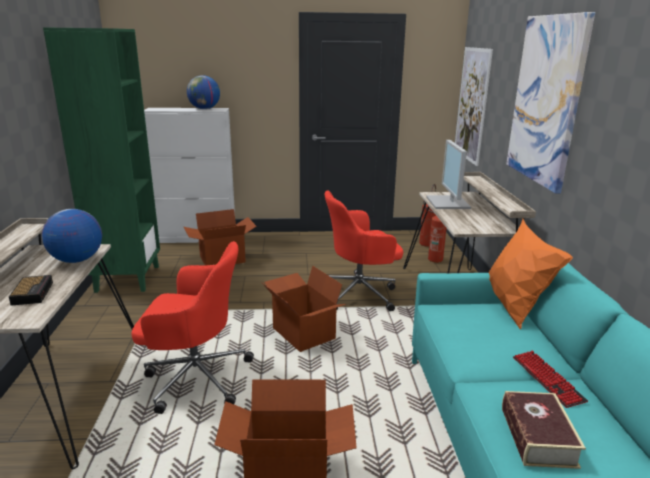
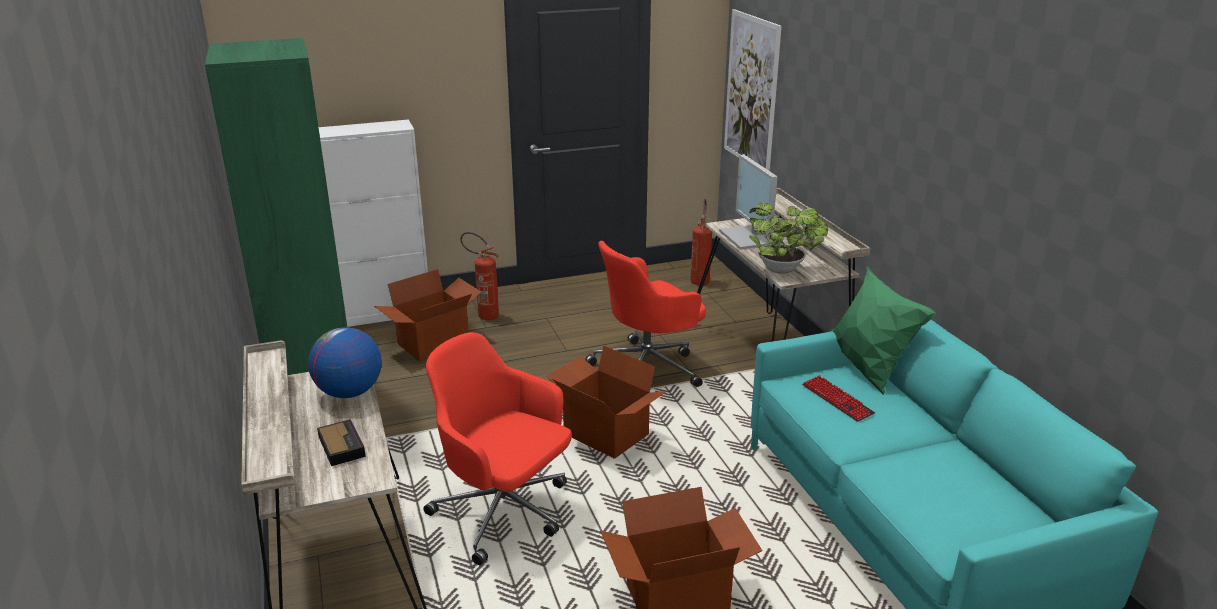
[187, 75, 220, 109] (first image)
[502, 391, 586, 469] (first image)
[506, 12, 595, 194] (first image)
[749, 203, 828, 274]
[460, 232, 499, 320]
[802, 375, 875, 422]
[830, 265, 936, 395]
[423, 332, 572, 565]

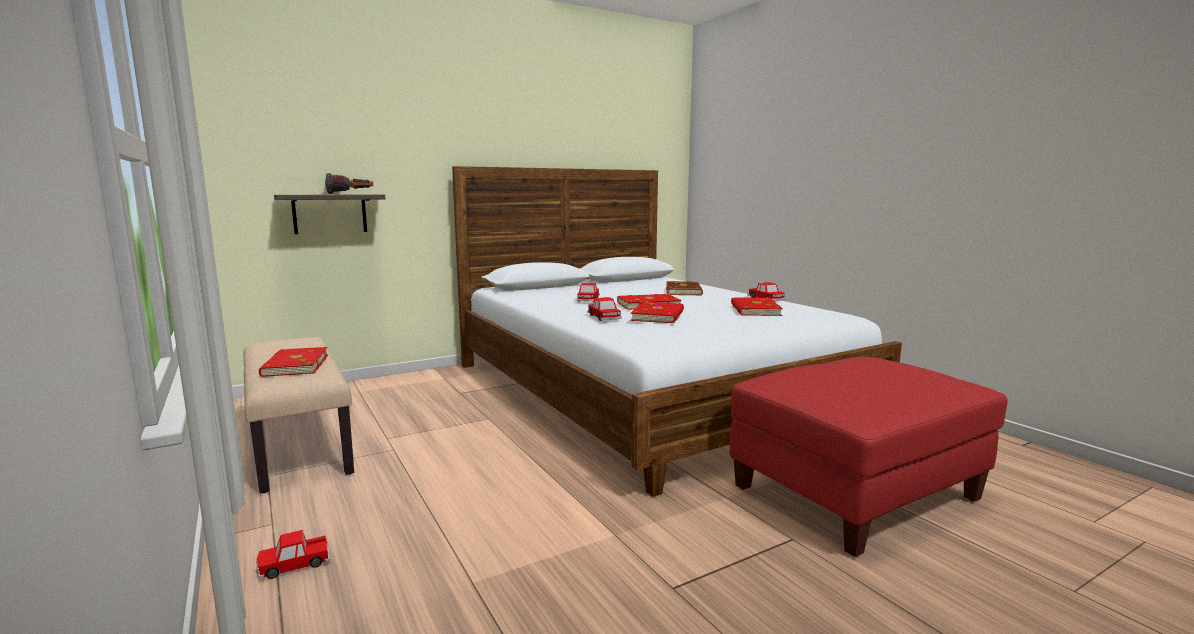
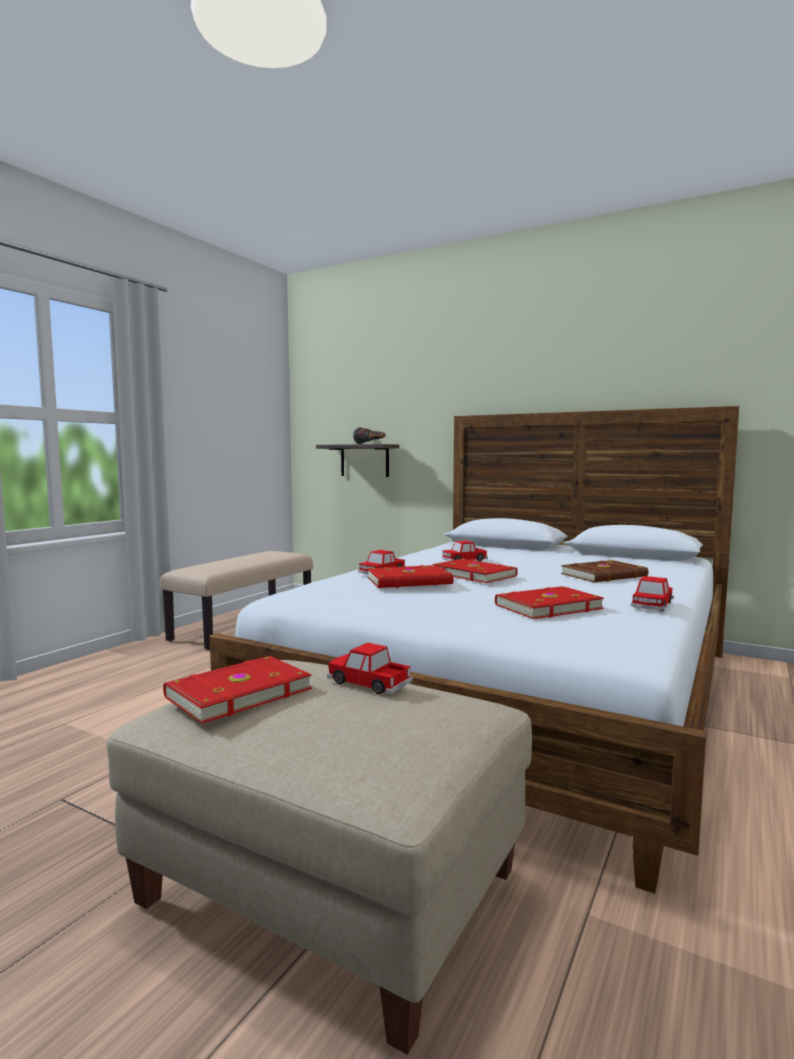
[327, 643, 413, 694]
[163, 656, 312, 724]
[107, 660, 532, 1055]

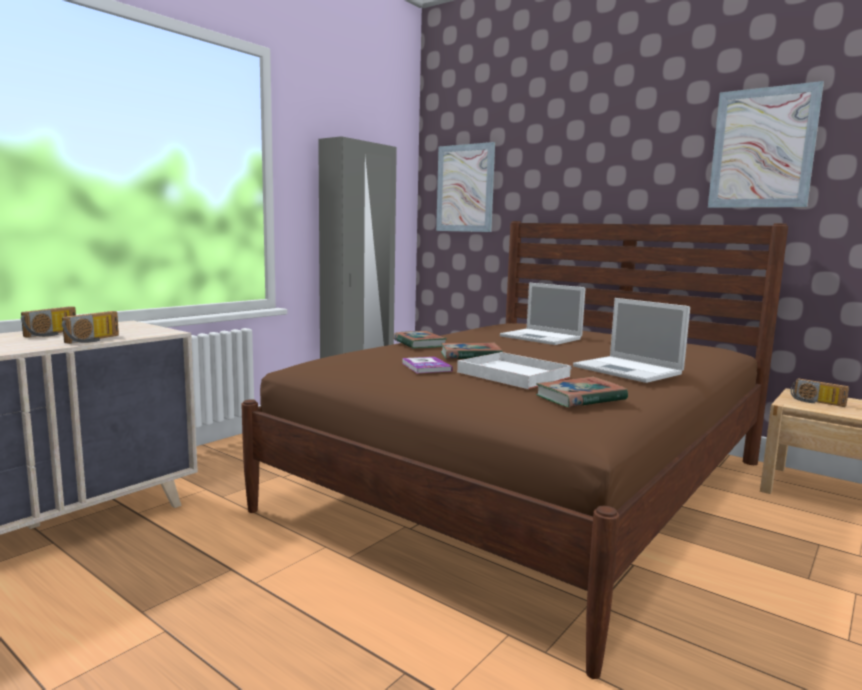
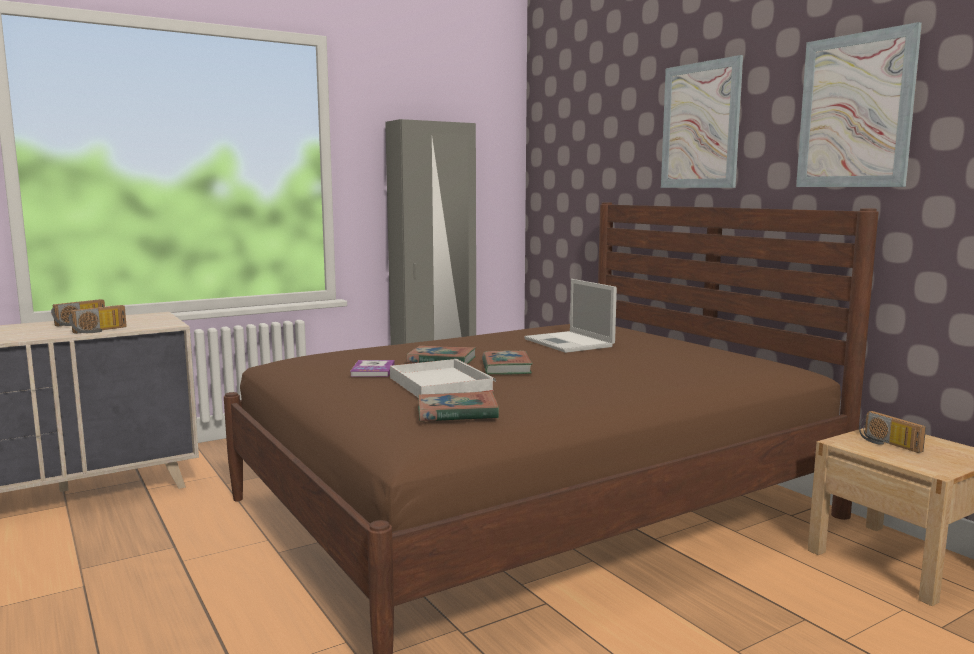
[573, 298, 690, 383] (first image)
[482, 351, 533, 374]
[661, 55, 743, 188]

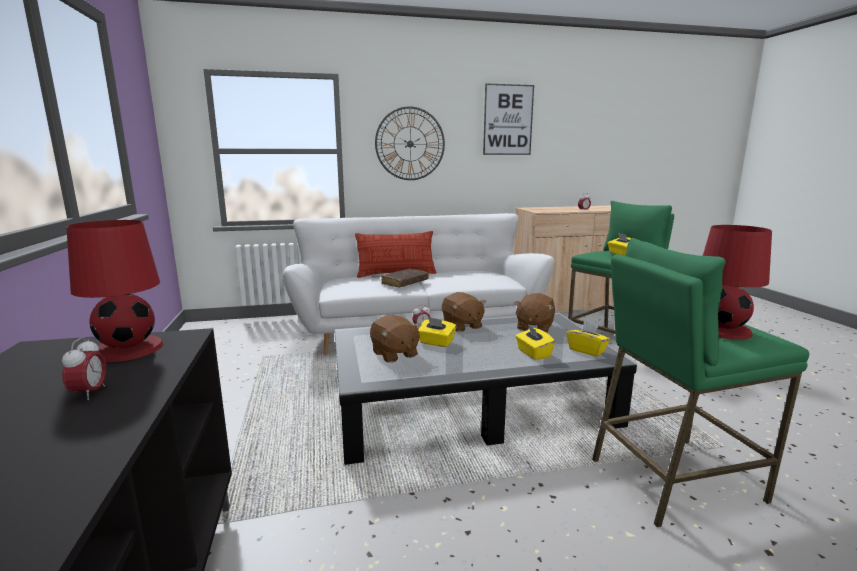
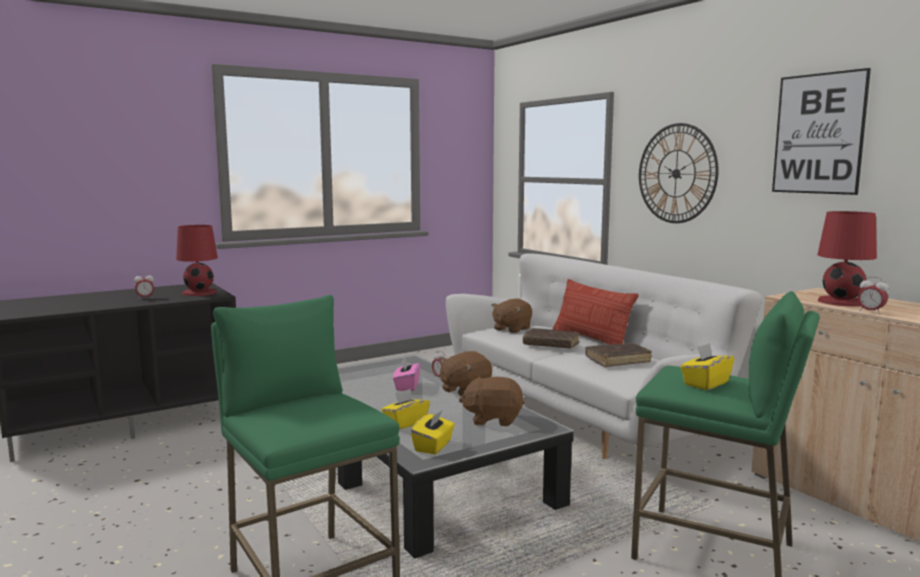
[586, 343, 652, 367]
[492, 299, 532, 333]
[817, 211, 877, 307]
[393, 357, 420, 391]

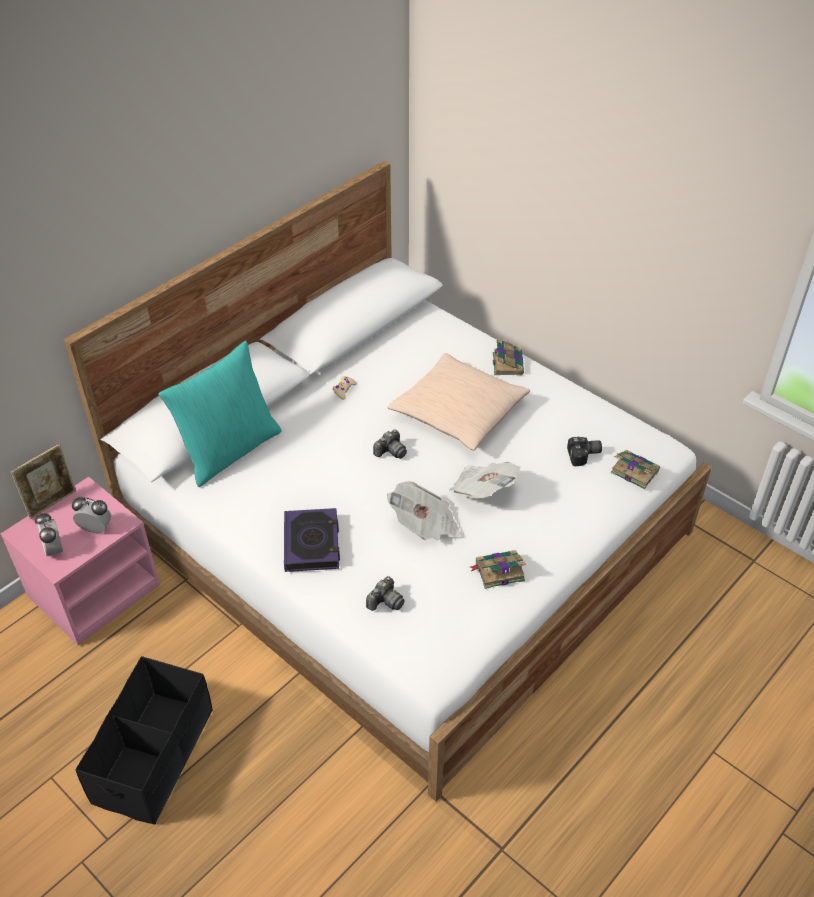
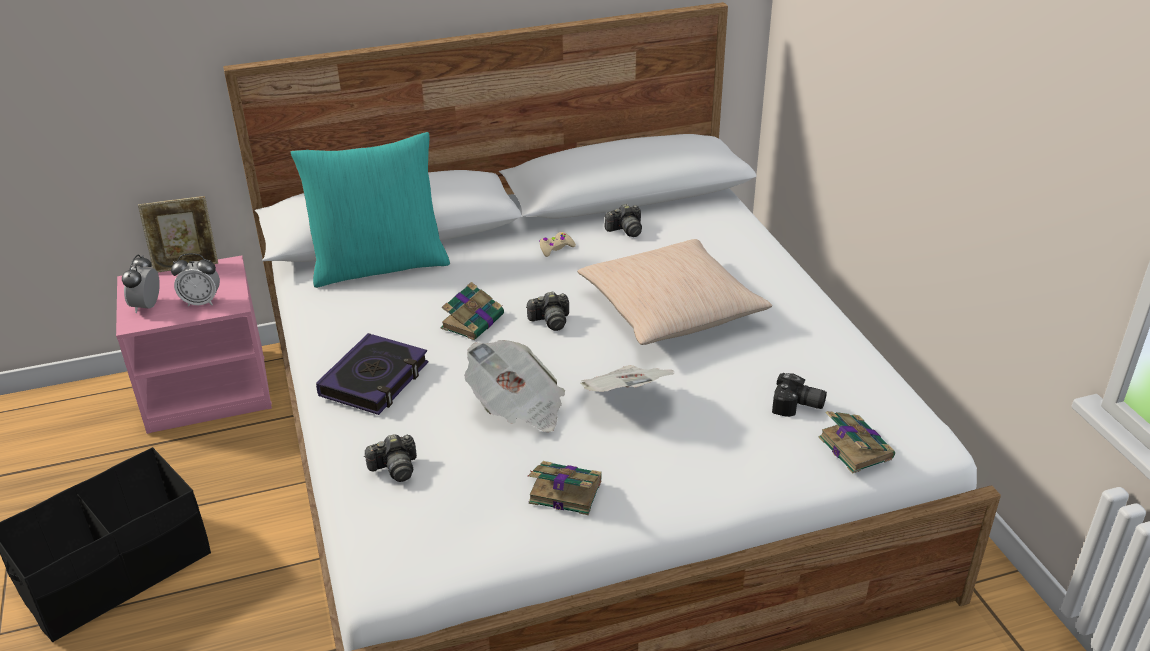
[605, 204, 642, 237]
[441, 282, 504, 340]
[171, 253, 220, 307]

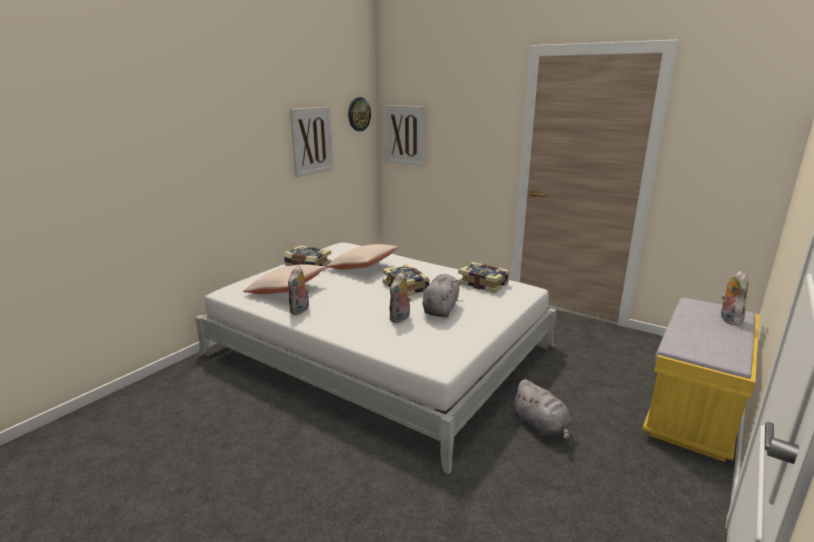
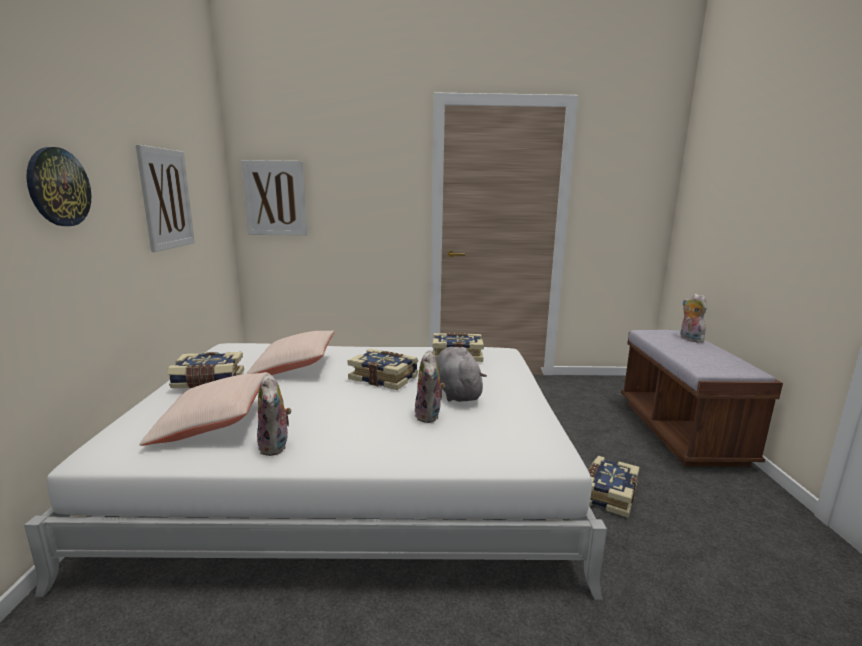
[26, 147, 91, 226]
[588, 456, 639, 518]
[621, 330, 783, 467]

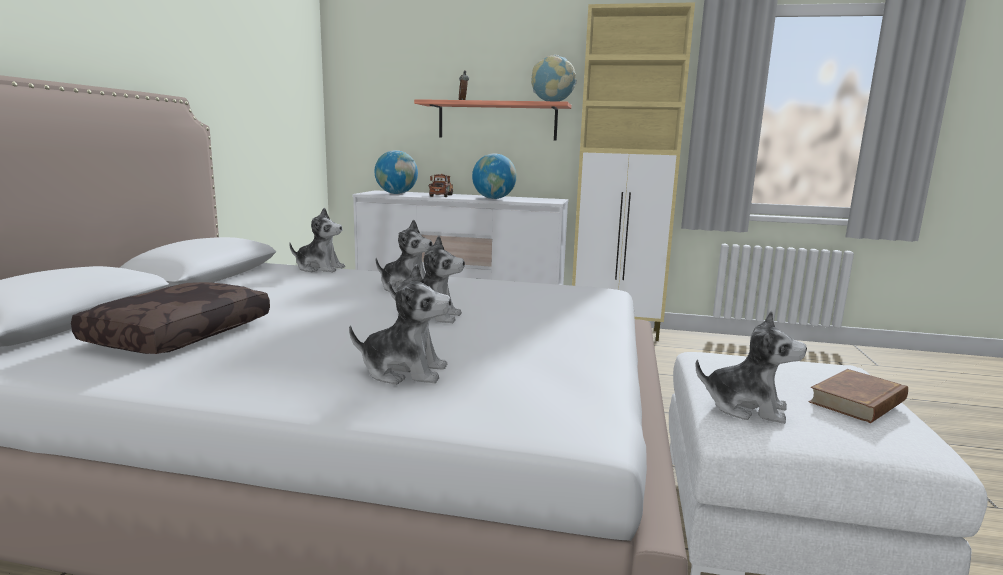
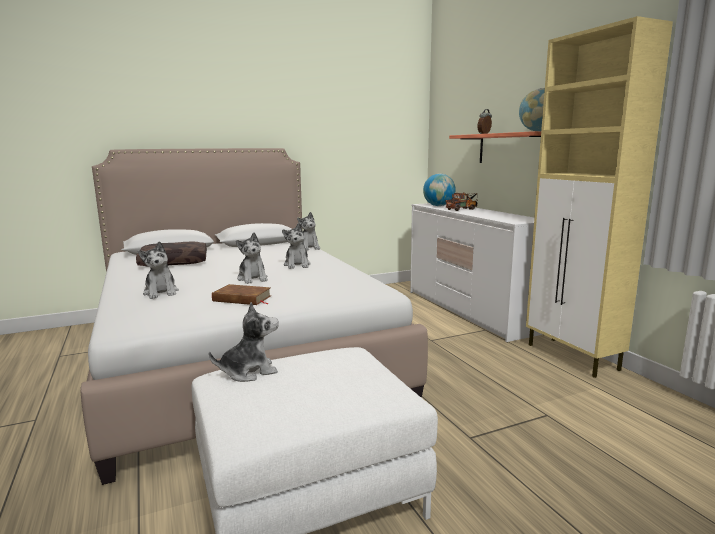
[472, 153, 517, 199] (first image)
[212, 284, 271, 305]
[209, 302, 279, 382]

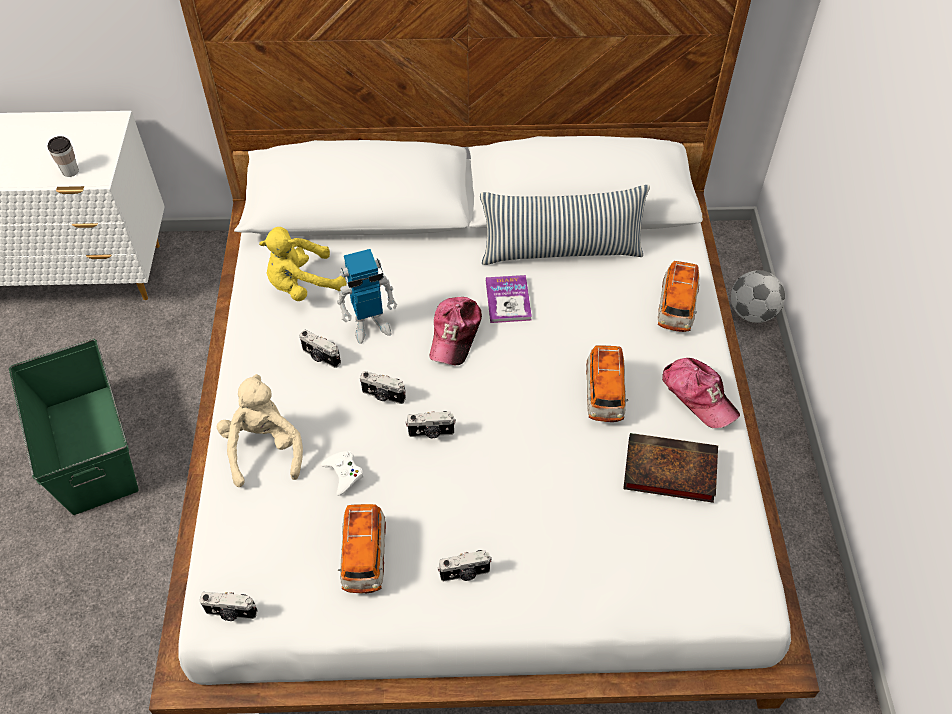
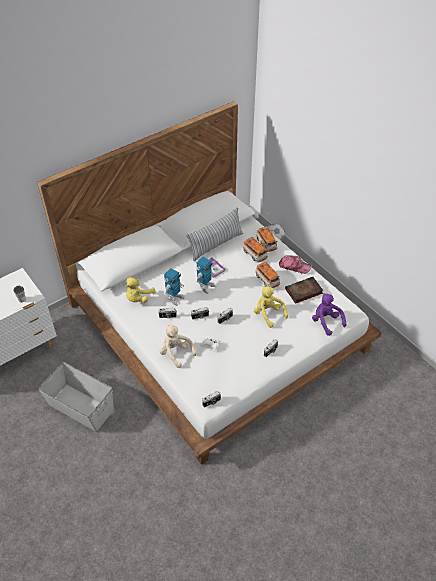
[254, 286, 288, 328]
[312, 293, 347, 336]
[242, 237, 268, 262]
[196, 257, 216, 294]
[38, 362, 114, 432]

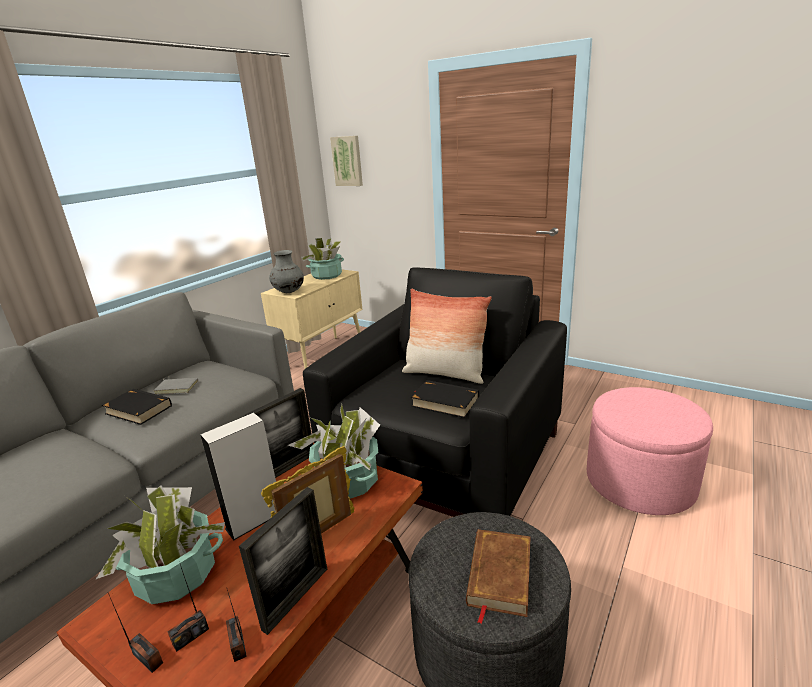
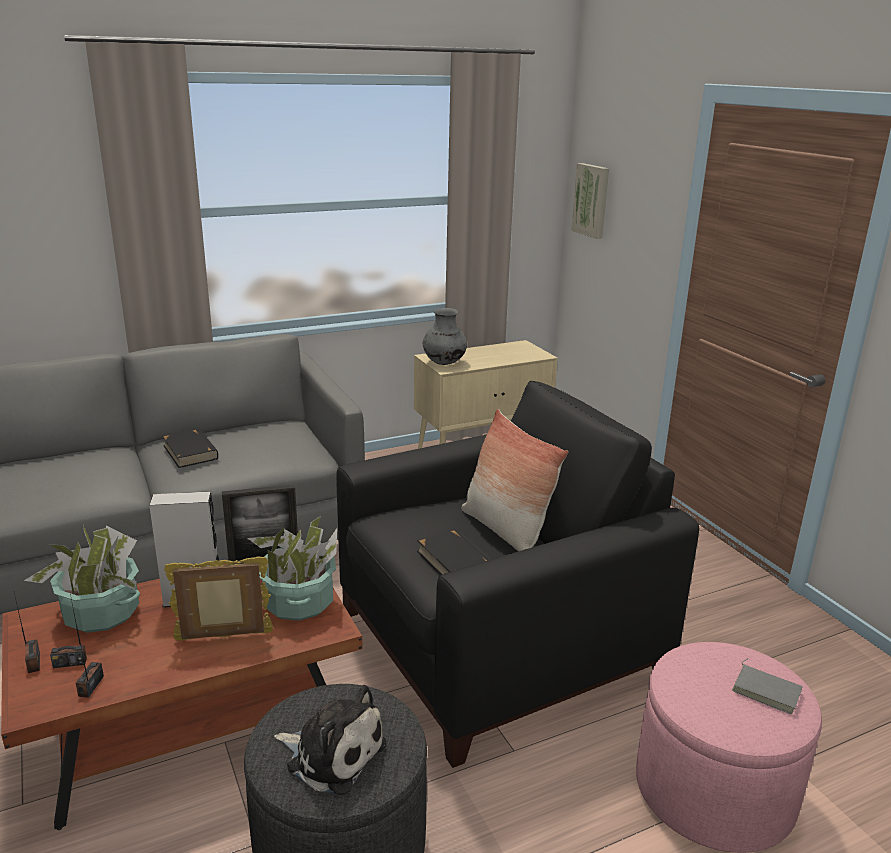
[239, 487, 327, 635] (first image)
[301, 238, 344, 280] (first image)
[732, 658, 803, 714]
[274, 685, 387, 795]

